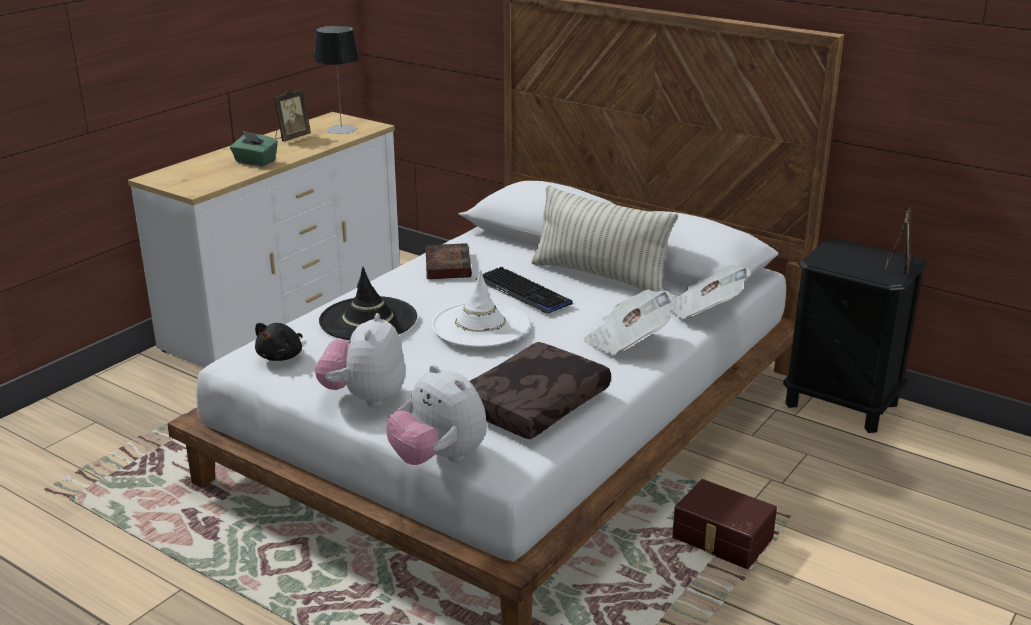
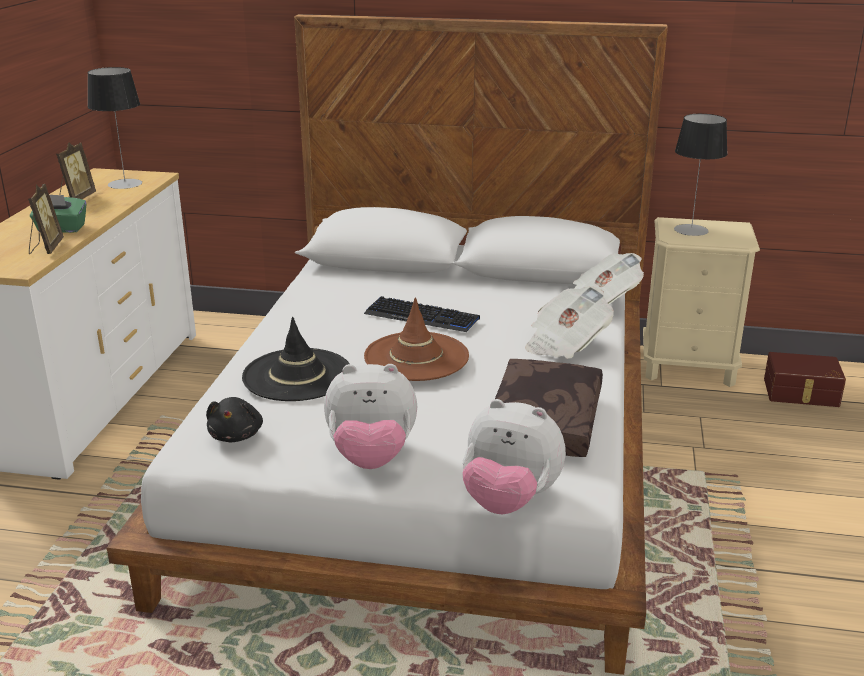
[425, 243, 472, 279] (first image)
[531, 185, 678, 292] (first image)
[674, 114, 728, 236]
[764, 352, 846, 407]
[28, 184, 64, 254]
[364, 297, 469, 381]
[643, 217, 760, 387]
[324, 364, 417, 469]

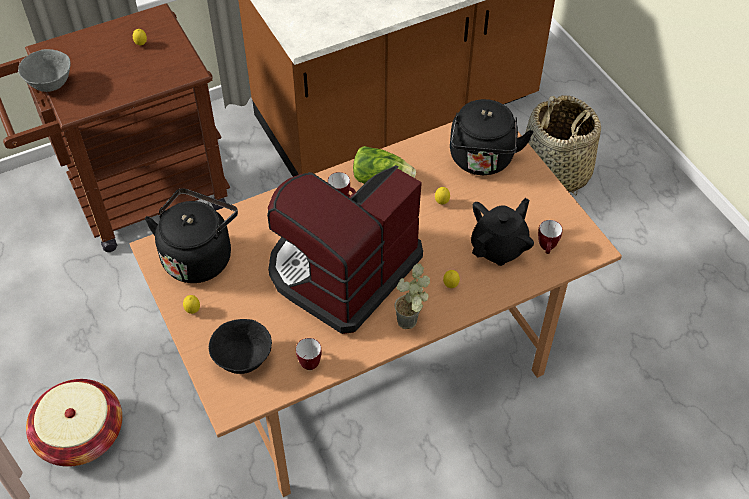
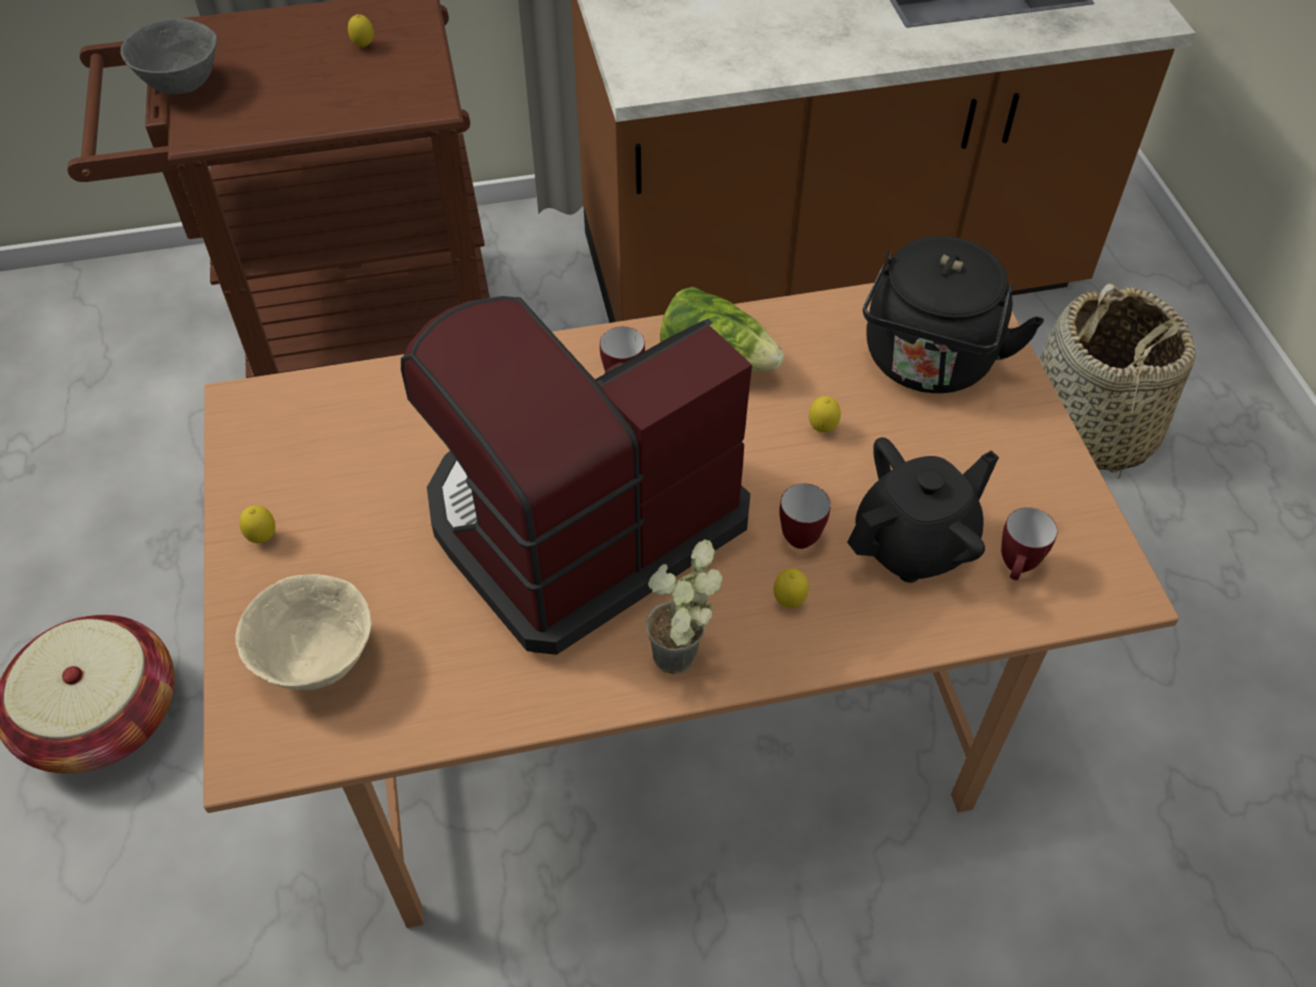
[145, 188, 238, 283] (first image)
[779, 484, 831, 549]
[236, 574, 371, 690]

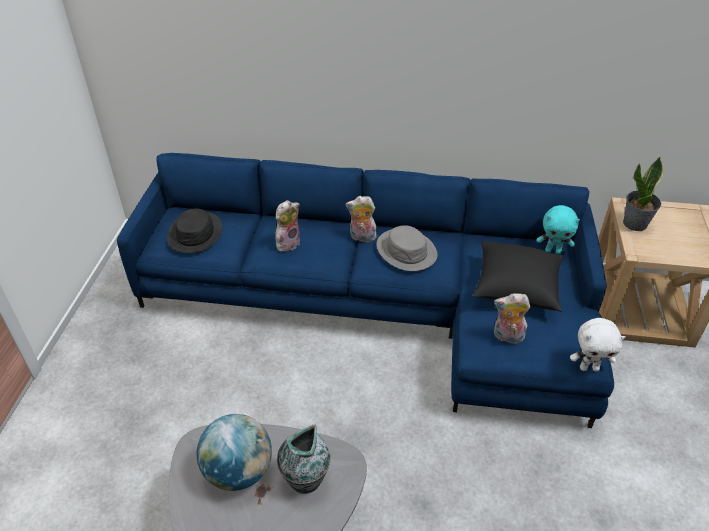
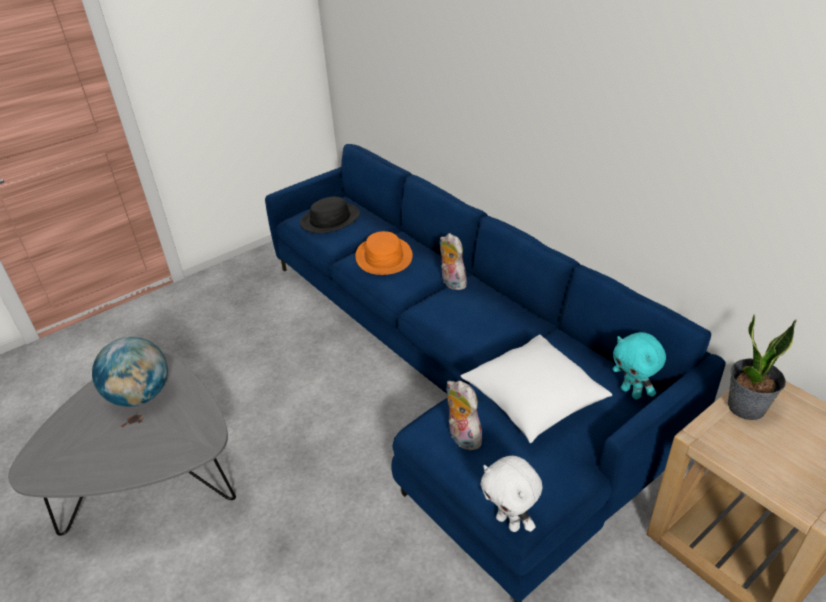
[277, 424, 330, 494] (first image)
[377, 225, 438, 271] (first image)
[355, 231, 413, 275]
[461, 334, 612, 443]

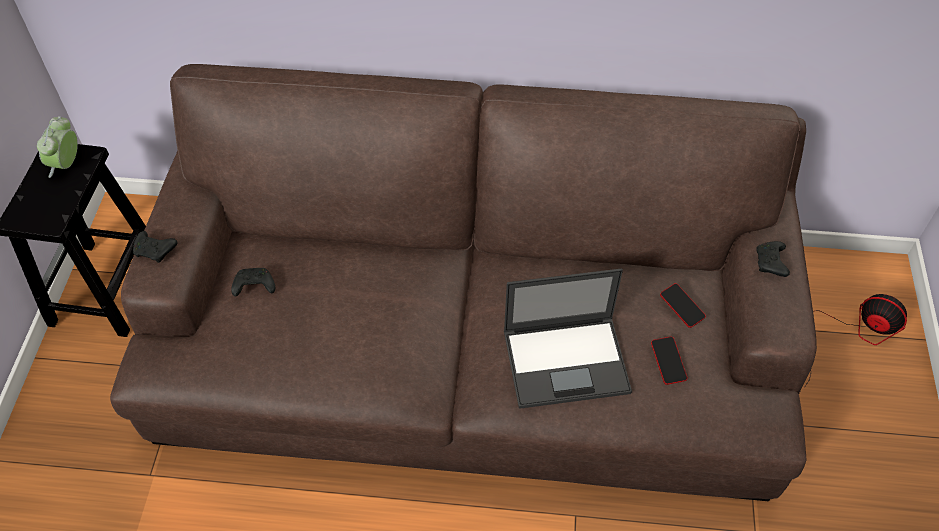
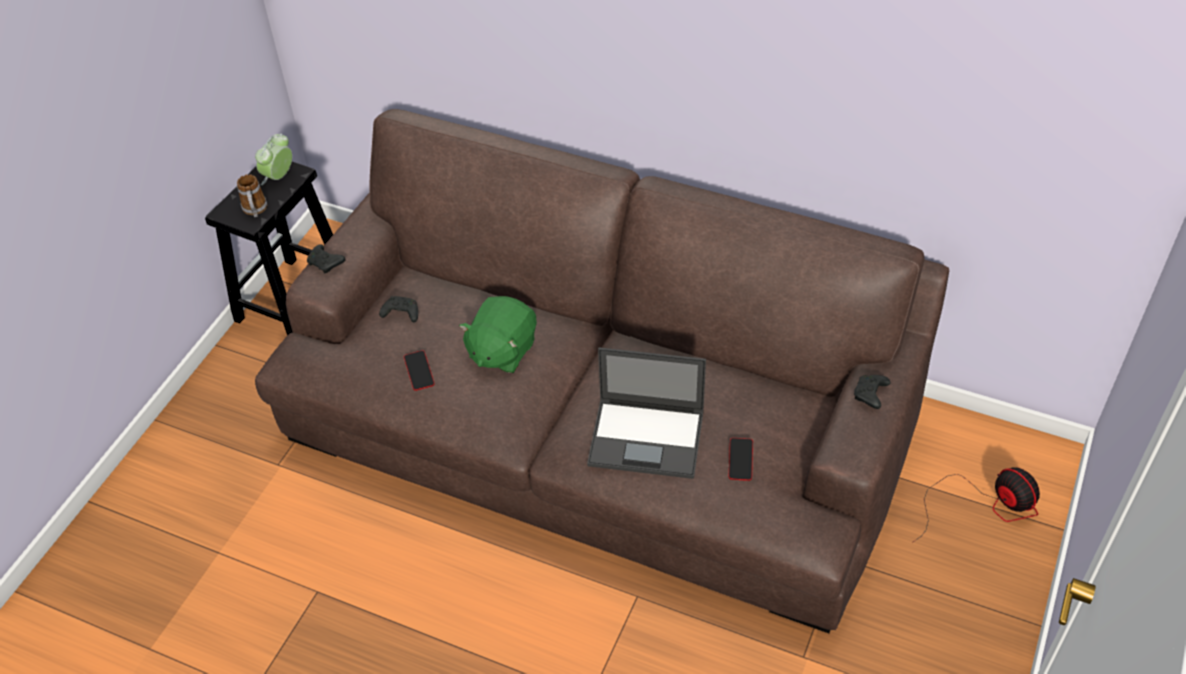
[237, 174, 267, 217]
[459, 296, 537, 373]
[404, 350, 435, 391]

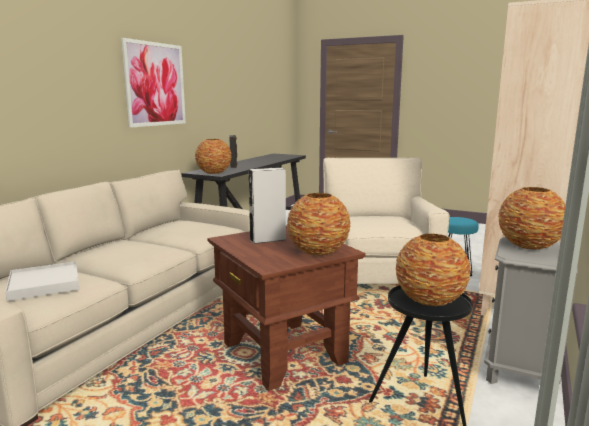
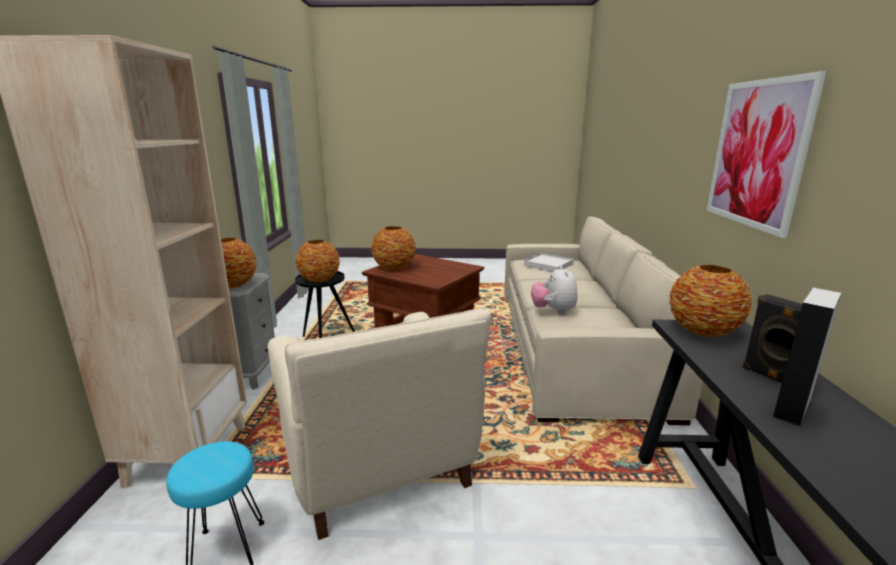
[531, 266, 578, 315]
[772, 288, 842, 427]

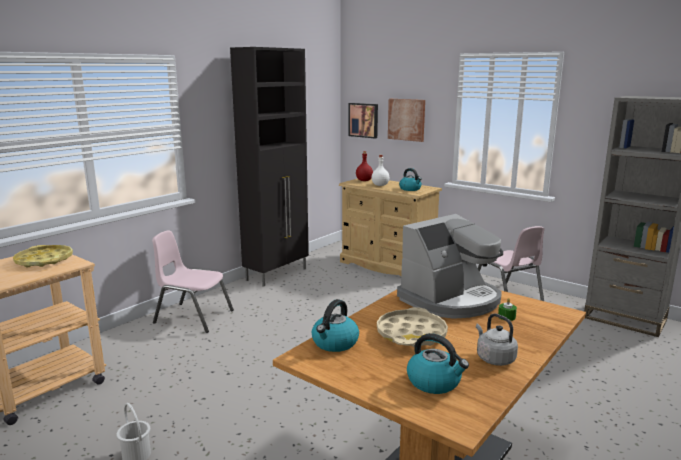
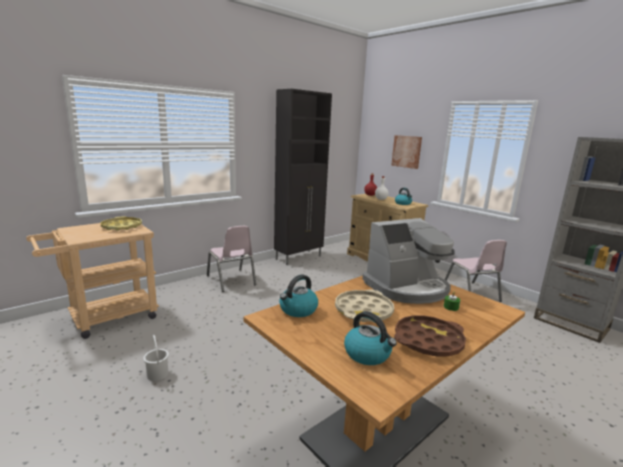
[348, 103, 378, 139] (first image)
[394, 315, 466, 356]
[207, 226, 256, 292]

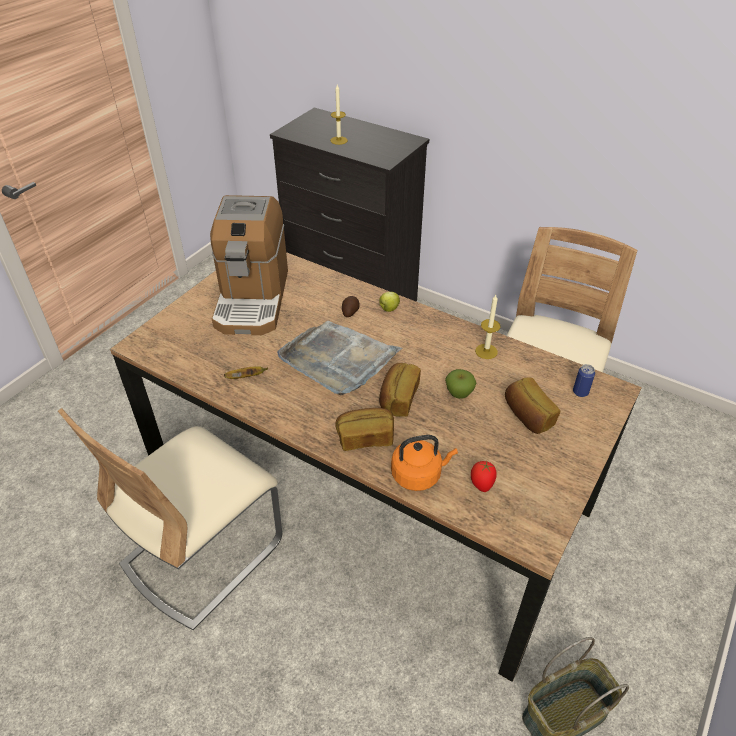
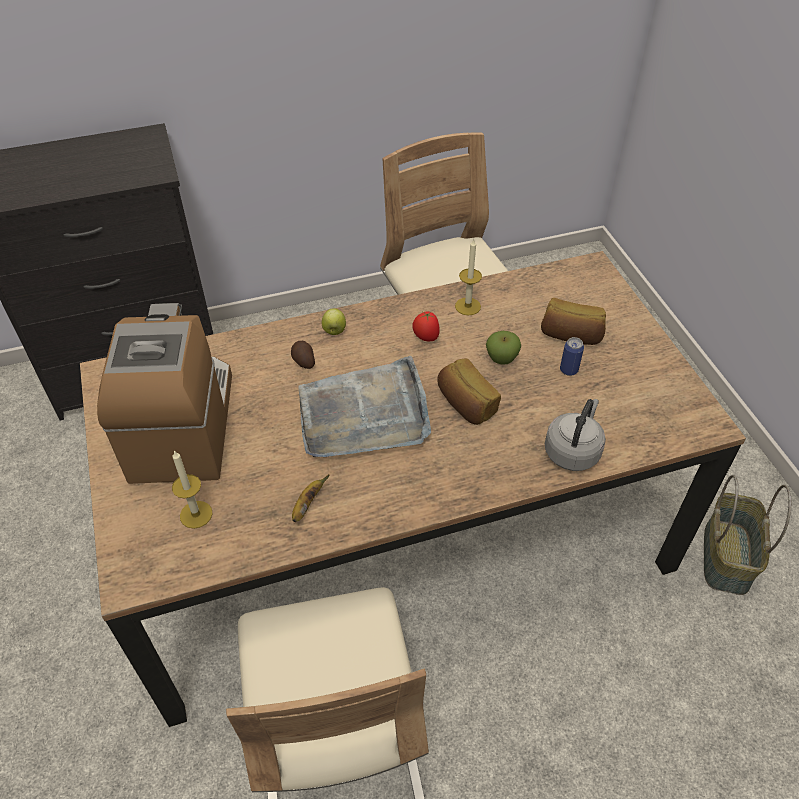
[335, 408, 394, 451] (first image)
[172, 450, 212, 529]
[412, 312, 440, 341]
[560, 337, 584, 376]
[545, 399, 606, 471]
[97, 303, 232, 484]

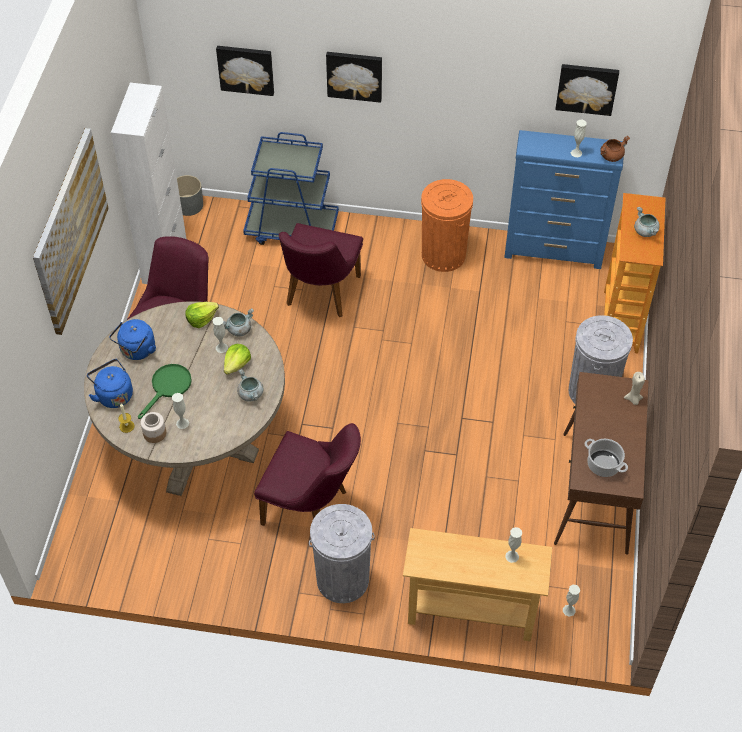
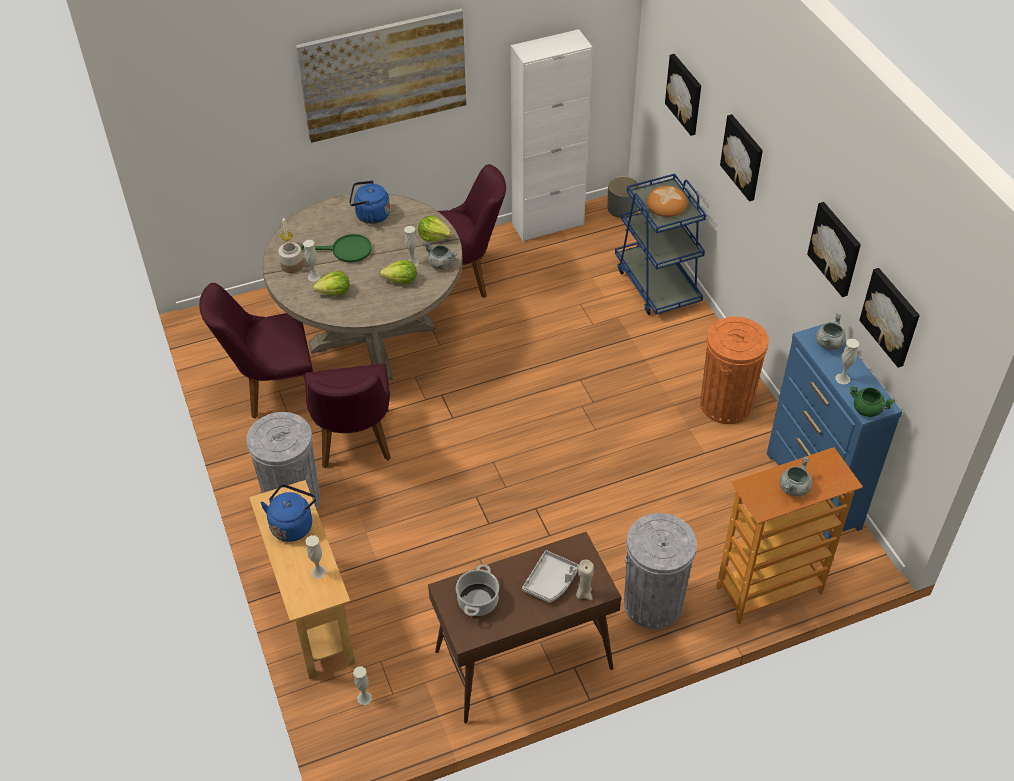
[313, 271, 350, 296]
[522, 550, 579, 603]
[647, 186, 688, 217]
[807, 202, 861, 297]
[261, 484, 316, 542]
[816, 313, 846, 350]
[199, 283, 313, 418]
[850, 386, 895, 417]

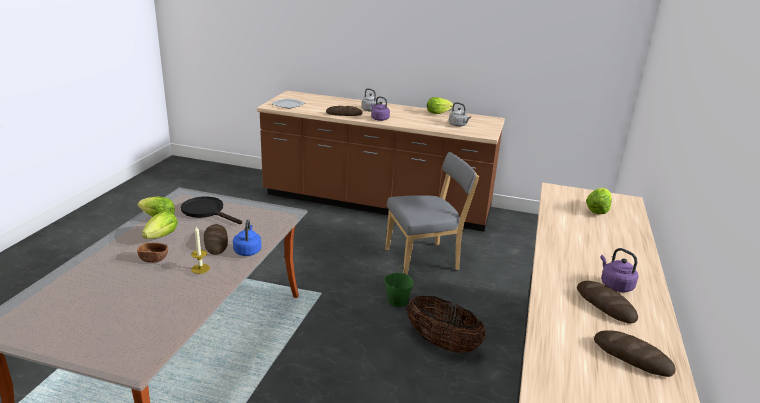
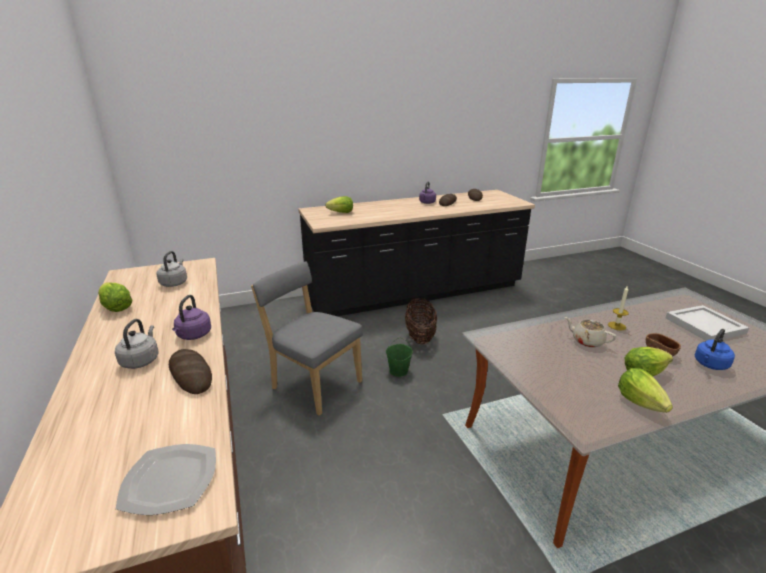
[181, 196, 242, 224] (first image)
[666, 305, 749, 341]
[695, 329, 735, 370]
[565, 317, 616, 347]

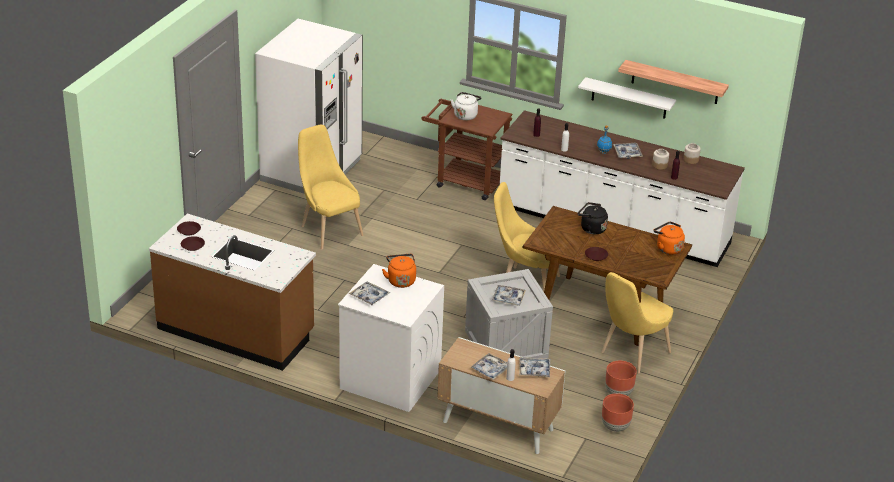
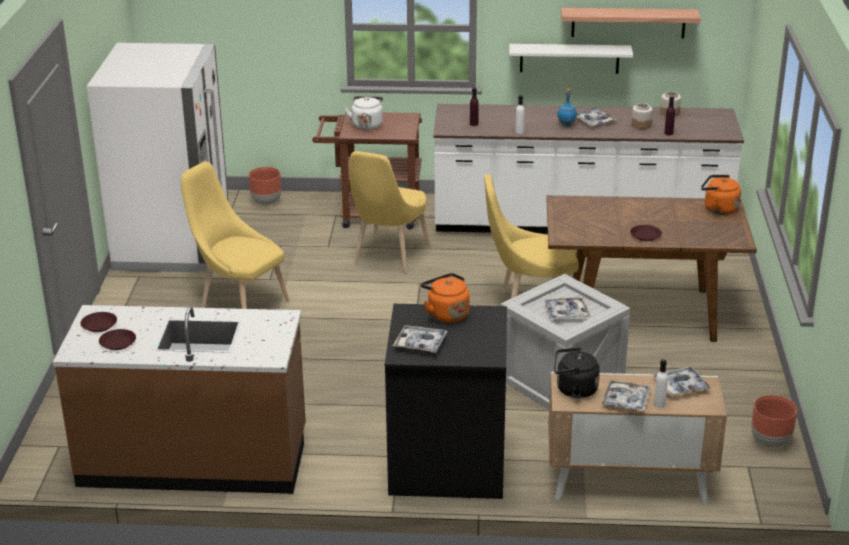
[554, 348, 600, 398]
[349, 151, 431, 273]
[248, 167, 281, 205]
[385, 304, 507, 499]

